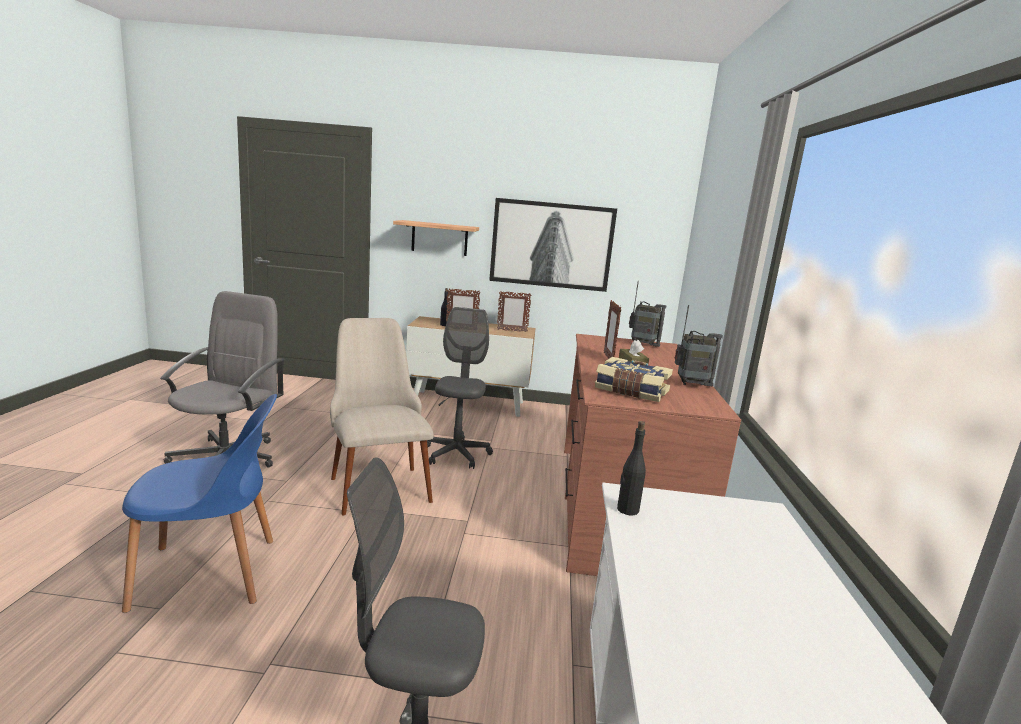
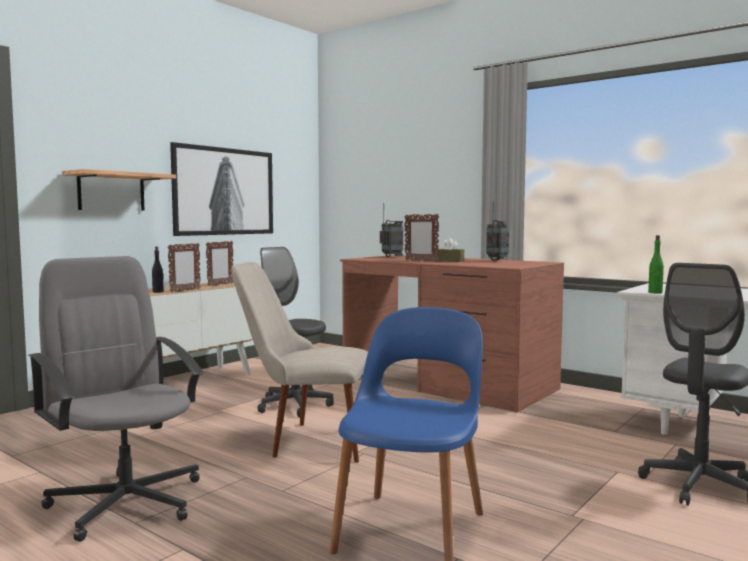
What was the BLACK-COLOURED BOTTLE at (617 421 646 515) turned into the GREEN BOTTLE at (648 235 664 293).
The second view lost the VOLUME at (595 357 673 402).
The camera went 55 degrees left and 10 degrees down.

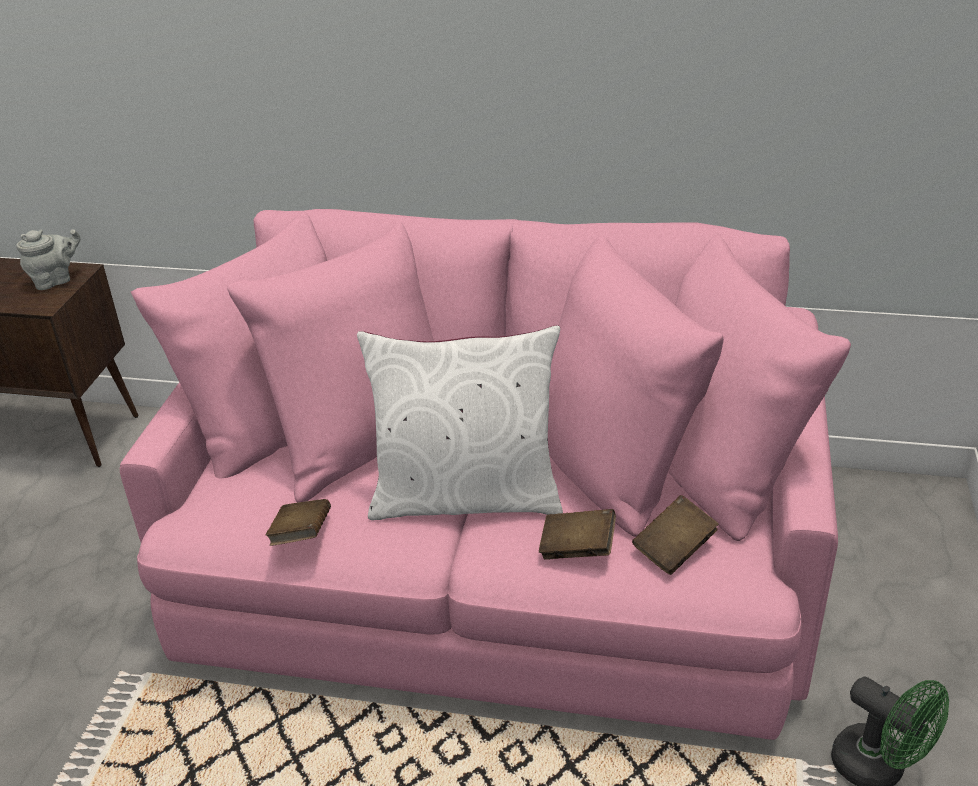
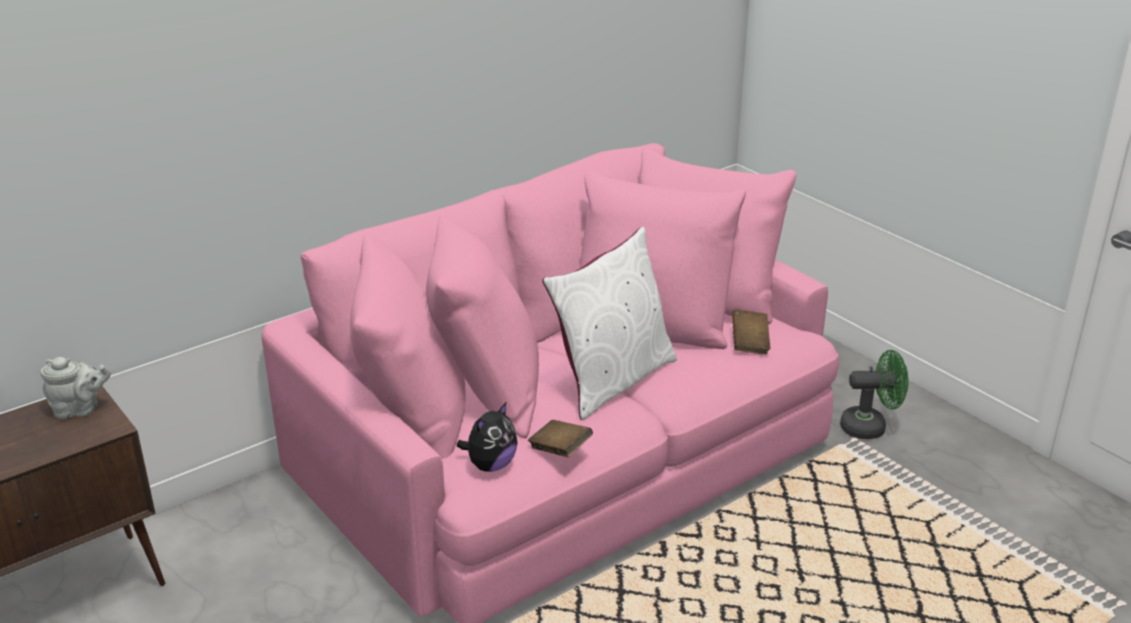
The GREY POT FOR TEA at (16 229 81 290) ended up facing another way, 75 degrees clockwise from before.
The second view gained the SOFT TOY at (457 403 518 472).
The second view lost the BROWN VOLUME at (539 509 616 560).
The camera went 50 degrees left and 5 degrees down.

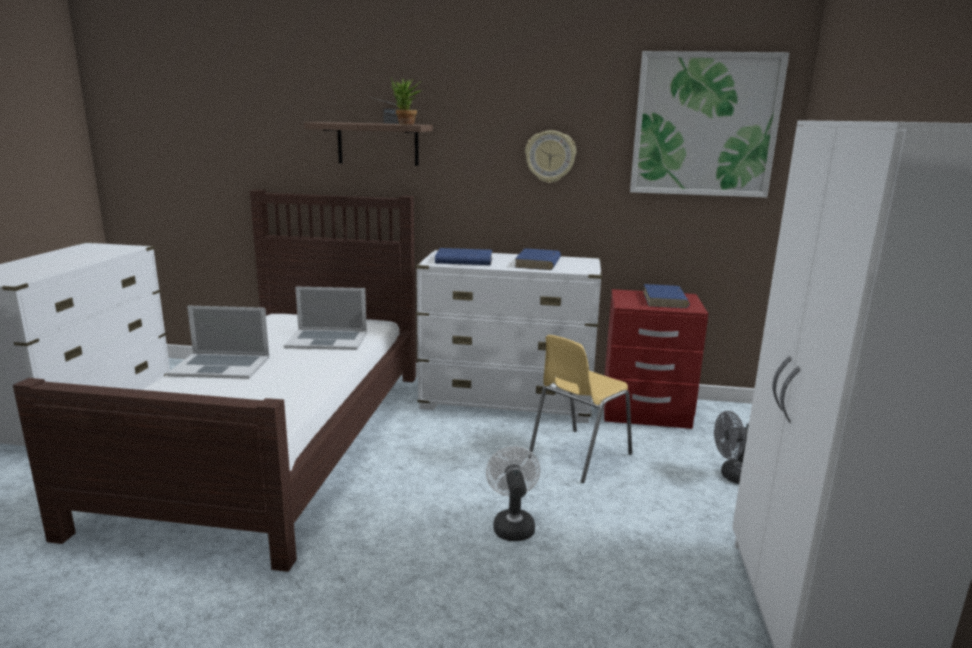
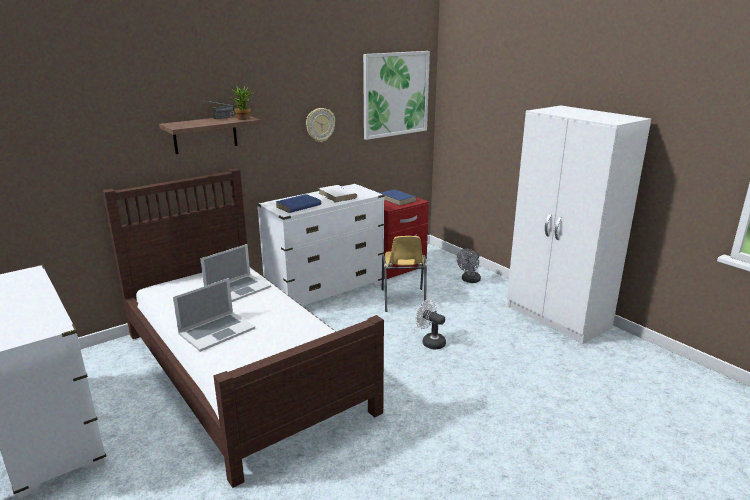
What was the BLUE VOLUME at (514 248 561 270) turned into the WHITE VOLUME at (319 185 357 203).
The camera went 45 degrees left and 5 degrees up.

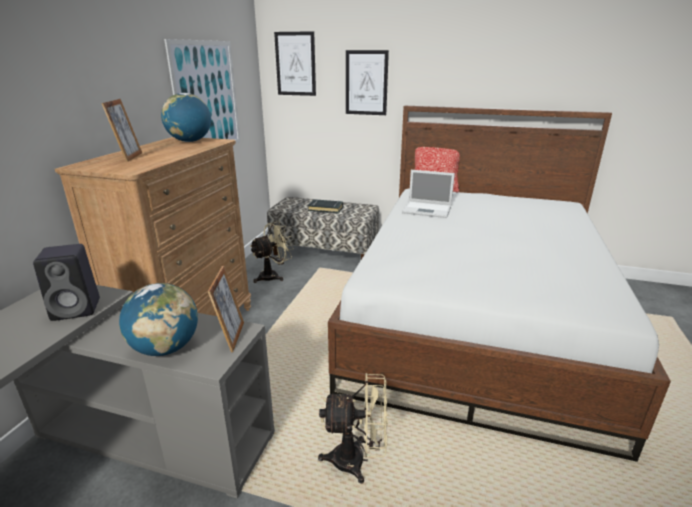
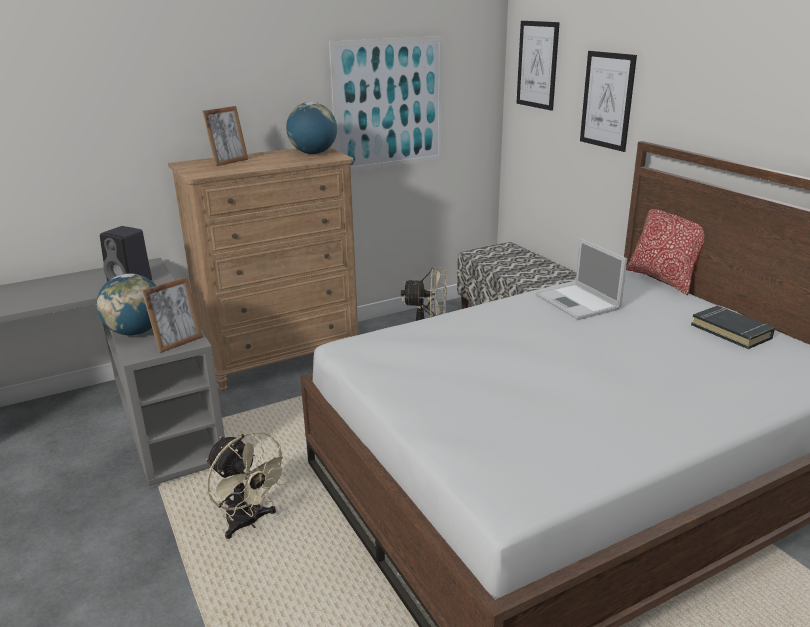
The BLACK-COLOURED VOLUME ended up elsewhere, having gone from (308 199 343 213) to (691 306 775 349).
The camera went 45 degrees right and 0 degrees up.

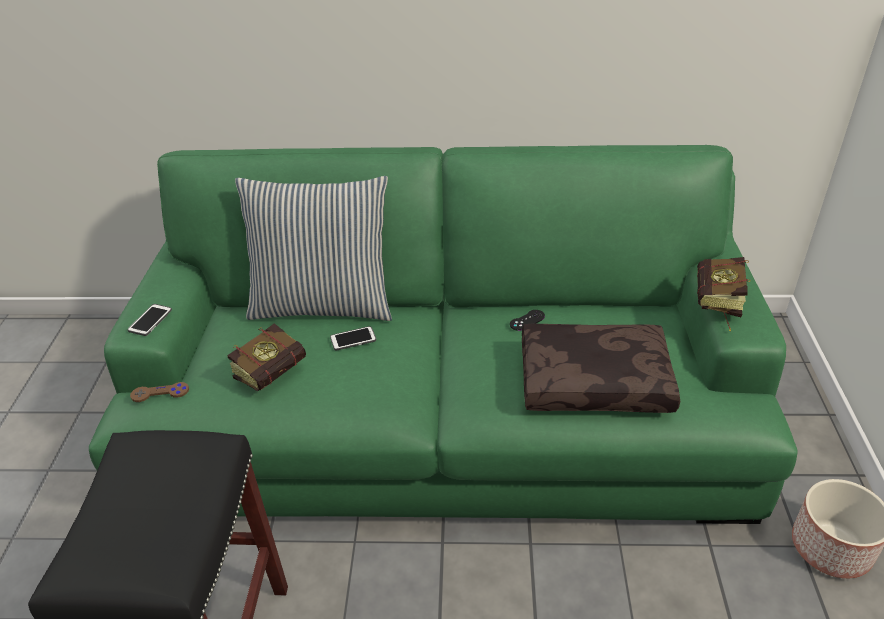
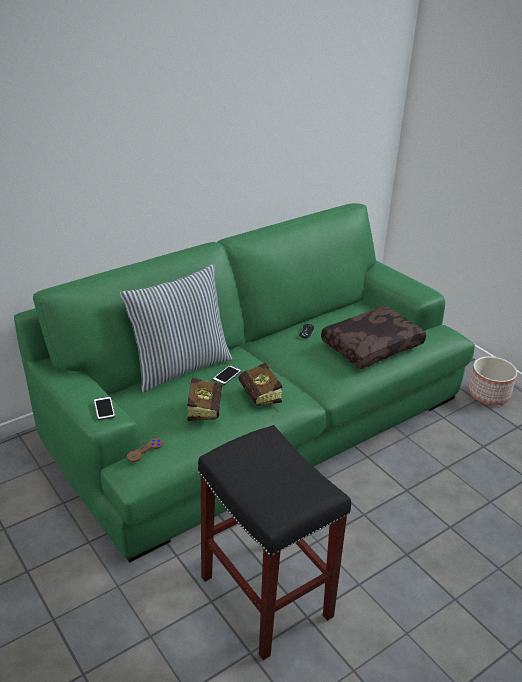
The VOLUME ended up elsewhere, having gone from (697 257 751 331) to (238 363 283 414).
The camera went 40 degrees left and 5 degrees down.

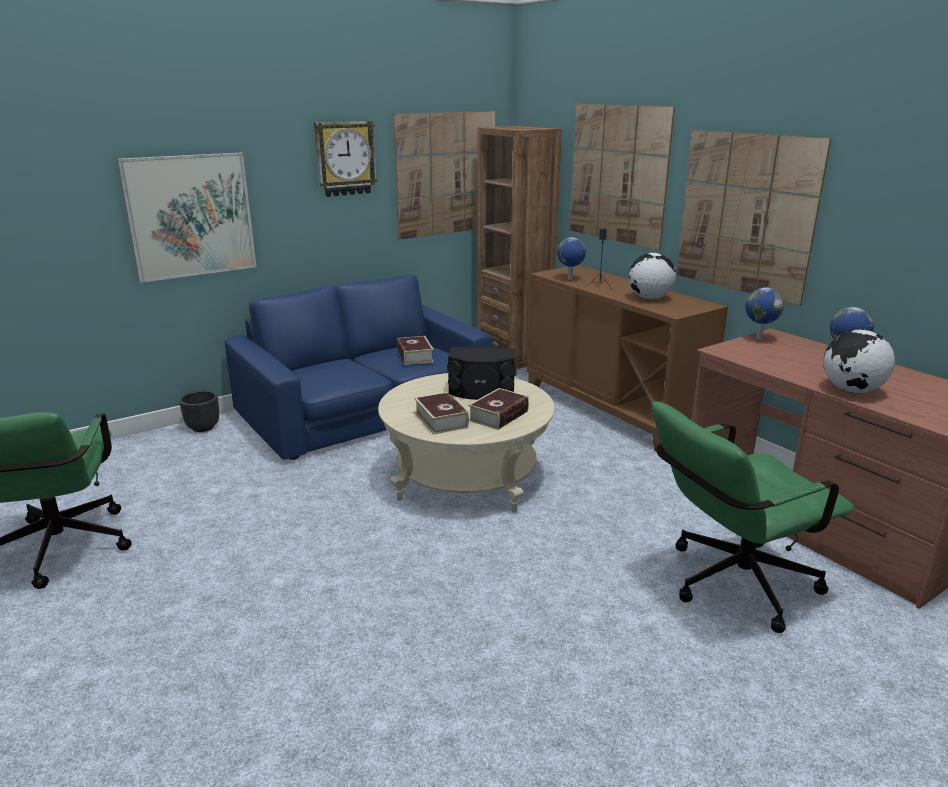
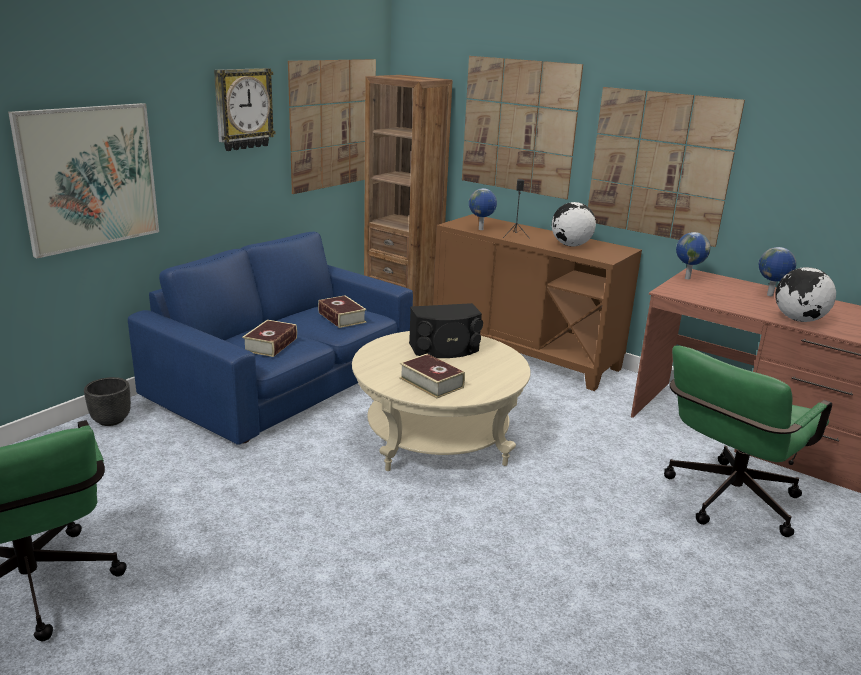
The VOLUME ended up elsewhere, having gone from (468 388 529 430) to (242 320 297 357).
The camera went 20 degrees left and 0 degrees up.

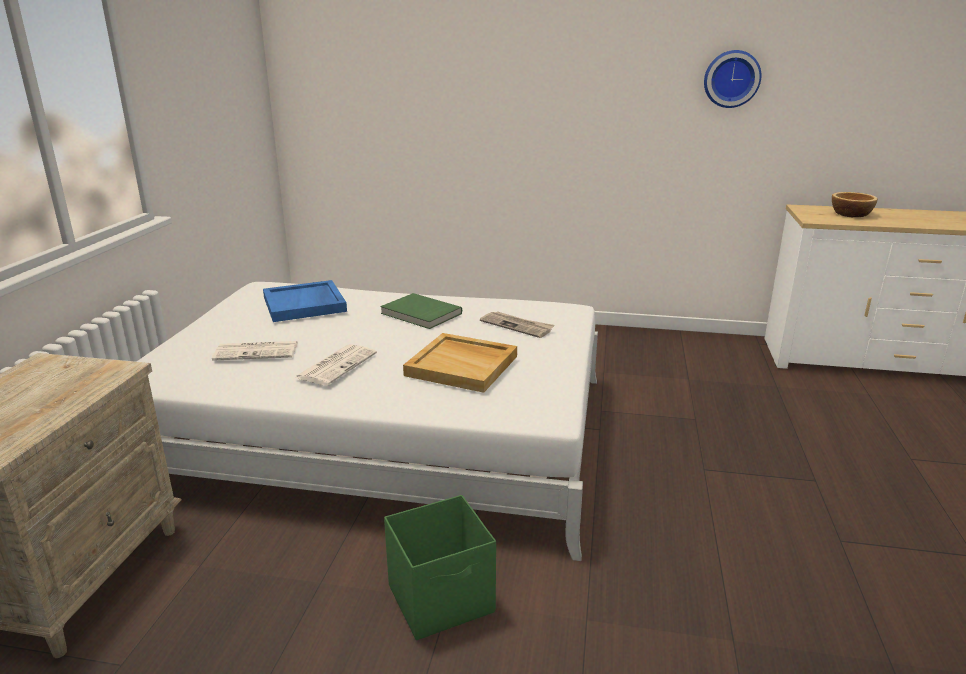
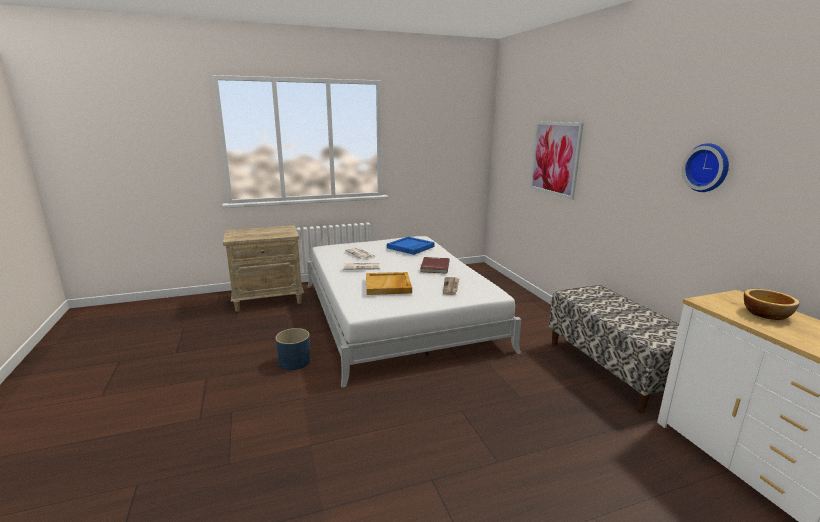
Where the GREEN STORAGE CONTAINER stood at (384 495 496 640), the BLUE PLANTER came to stand at (275 328 311 370).
What was the GREEN VOLUME at (380 293 462 329) turned into the REDDISH VOLUME at (420 257 450 274).
The second view gained the WALL PICTURE at (530 121 584 200).
The second view gained the LONG SEAT at (549 285 679 413).
The camera went 60 degrees right and 5 degrees down.

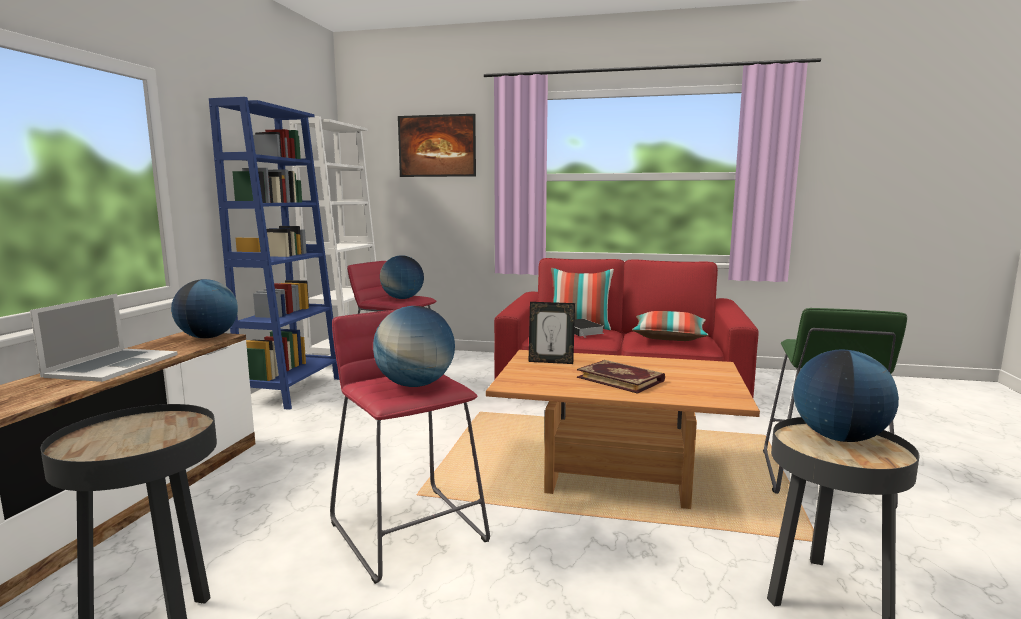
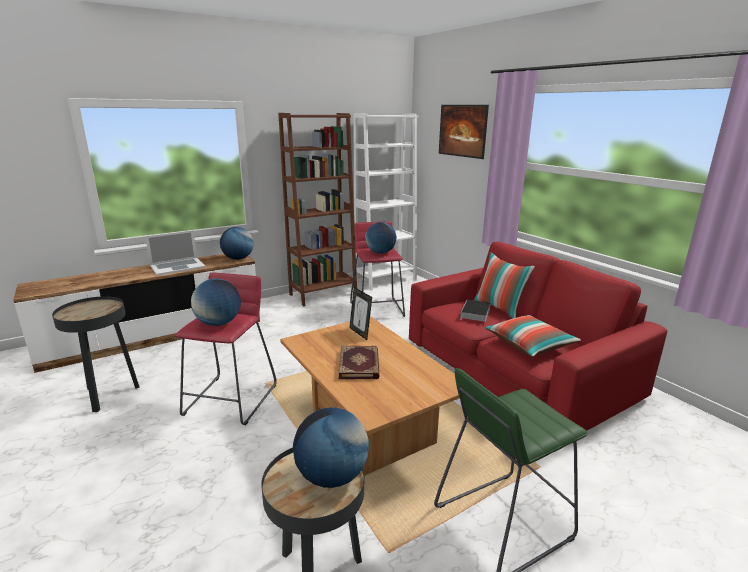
What was the BLUE BOOKSHELF at (209 97 339 410) turned into the BROWN BOOKSHELF at (278 113 357 307).
The camera went 45 degrees right and 10 degrees up.

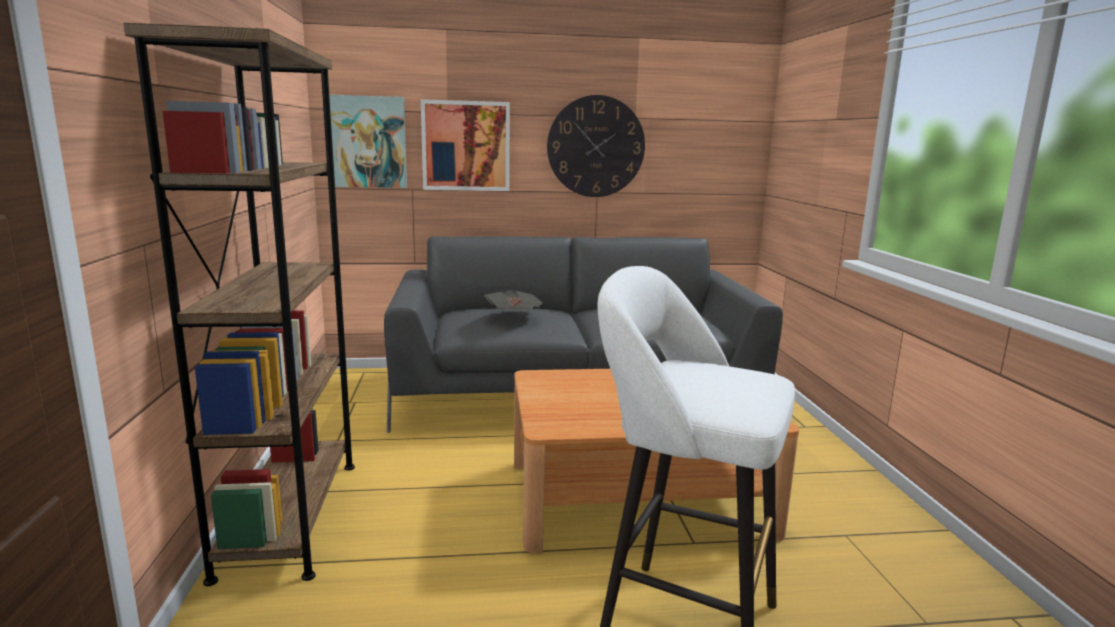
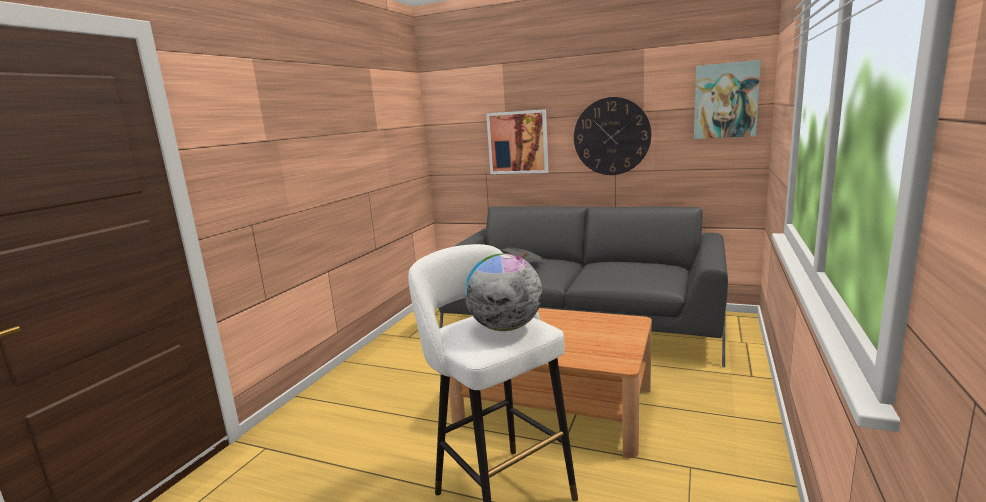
The second view gained the WORLD GLOBE at (465 253 542 331).
The WALL PICTURE ended up elsewhere, having gone from (329 95 407 188) to (694 60 761 139).
The second view lost the BROWN BOOKSHELF at (123 23 355 586).
The camera went 30 degrees right and 0 degrees up.

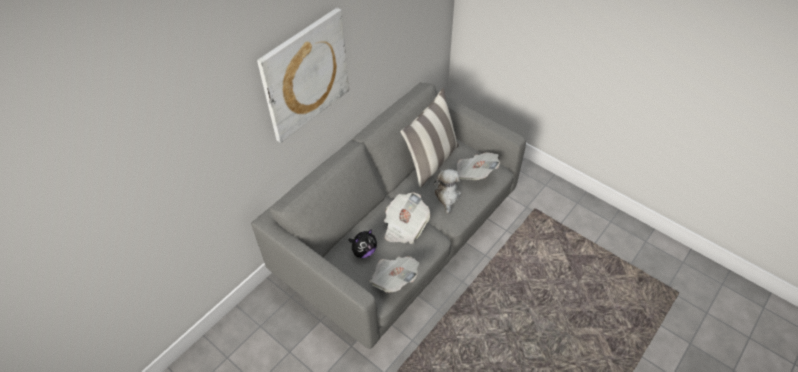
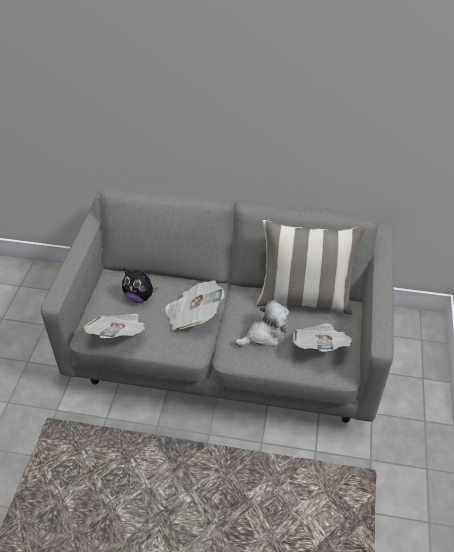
The second view lost the WALL PICTURE at (257 8 349 143).
The camera went 60 degrees right and 5 degrees down.

